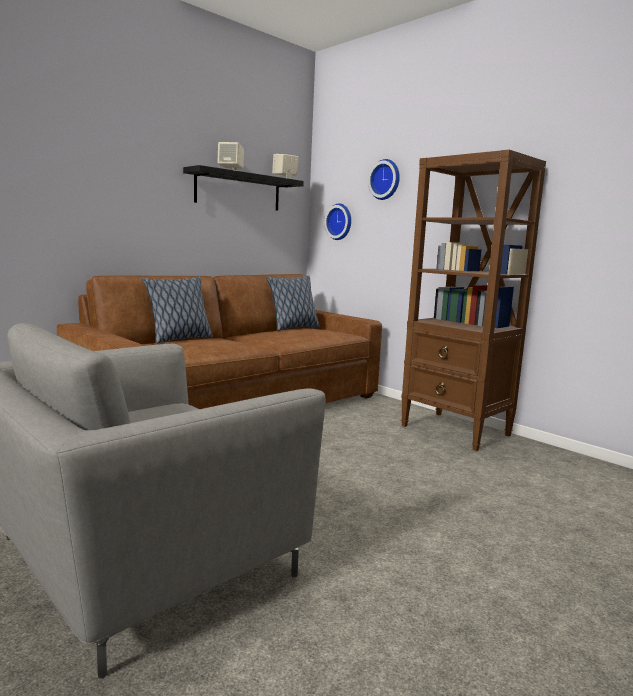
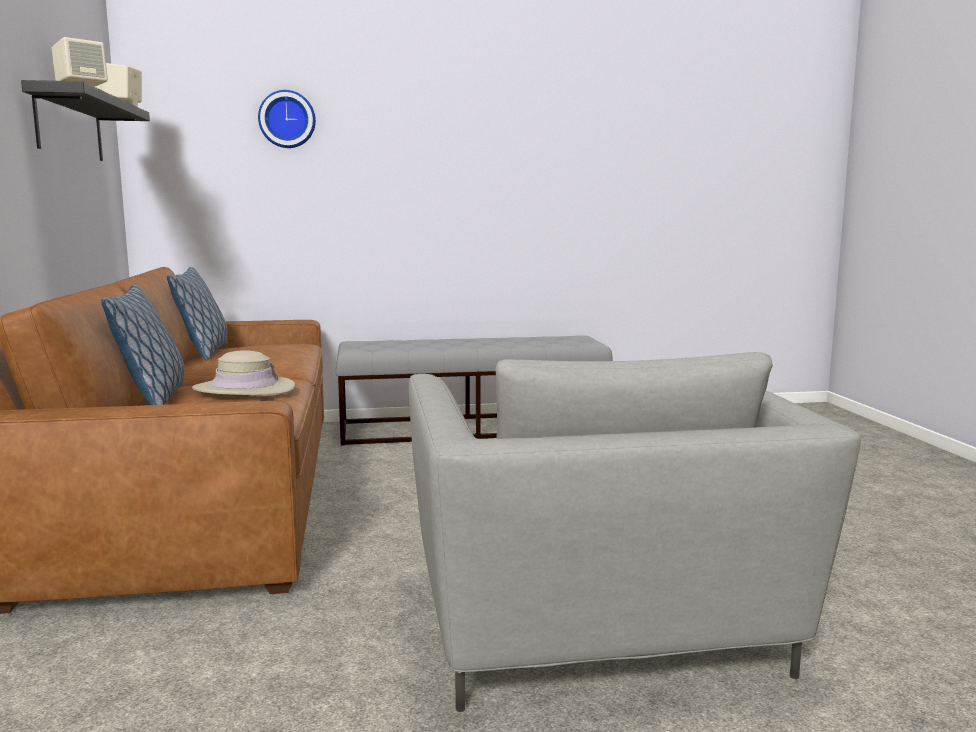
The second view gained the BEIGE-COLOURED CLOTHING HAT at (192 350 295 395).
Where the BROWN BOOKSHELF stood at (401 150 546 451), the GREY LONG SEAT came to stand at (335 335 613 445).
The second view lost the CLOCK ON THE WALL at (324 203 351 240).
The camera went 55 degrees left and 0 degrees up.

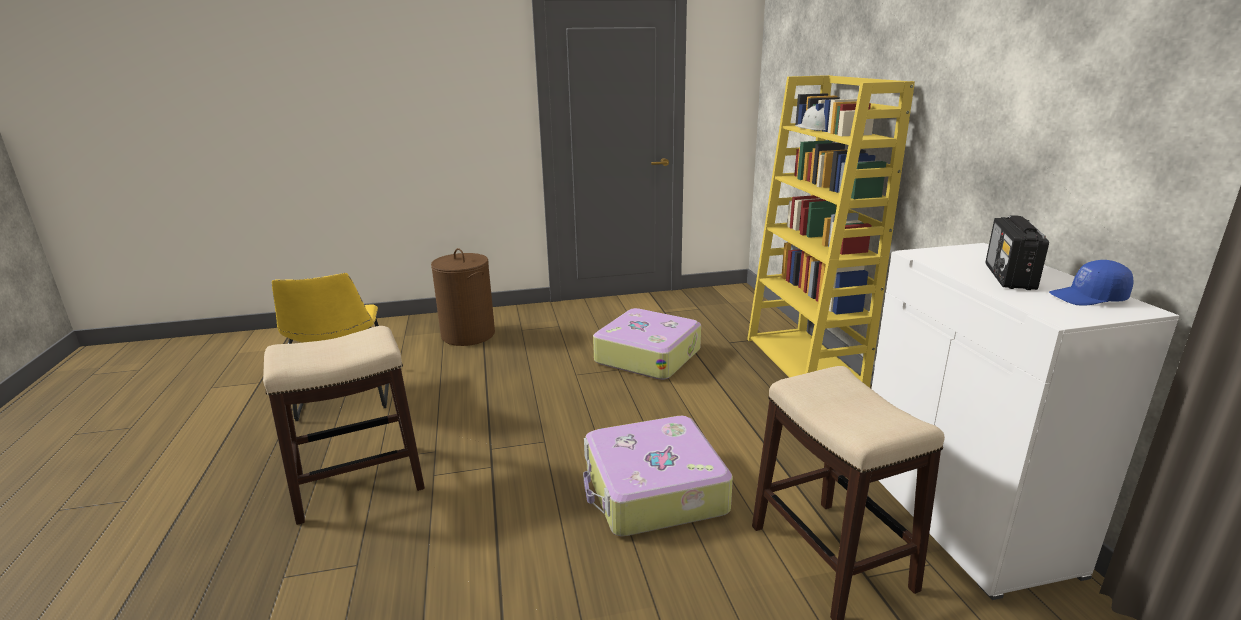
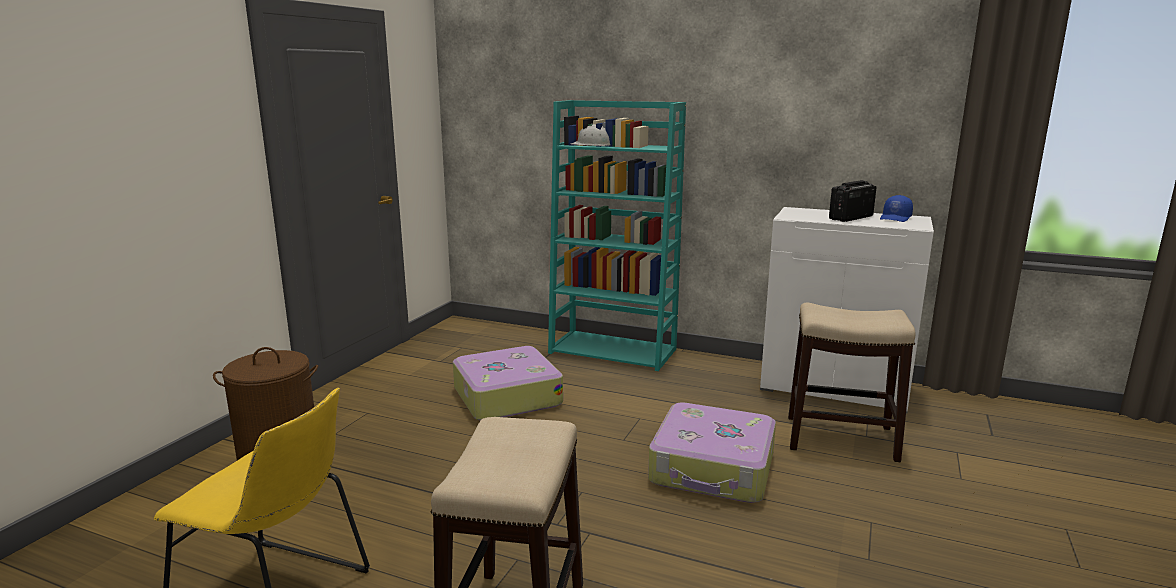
What was the YELLOWISH BOOKSHELF at (747 75 915 388) turned into the TURQUOISE-COLOURED BOOKSHELF at (548 100 686 371).
The RADIO SET at (986 215 1049 290) ended up facing another way, 90 degrees clockwise from before.
The camera went 55 degrees left and 5 degrees down.

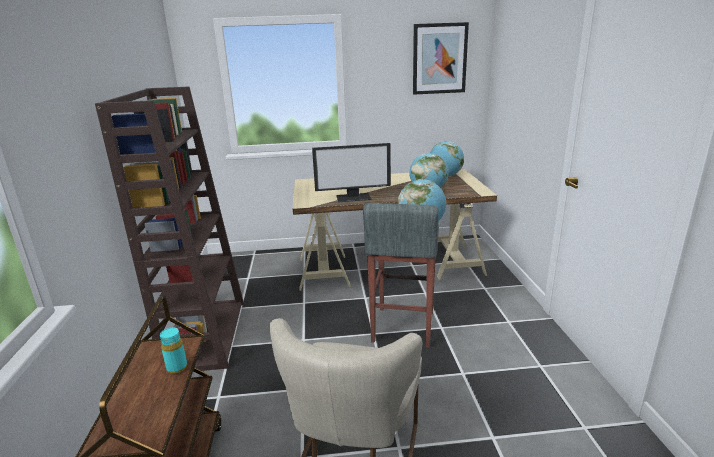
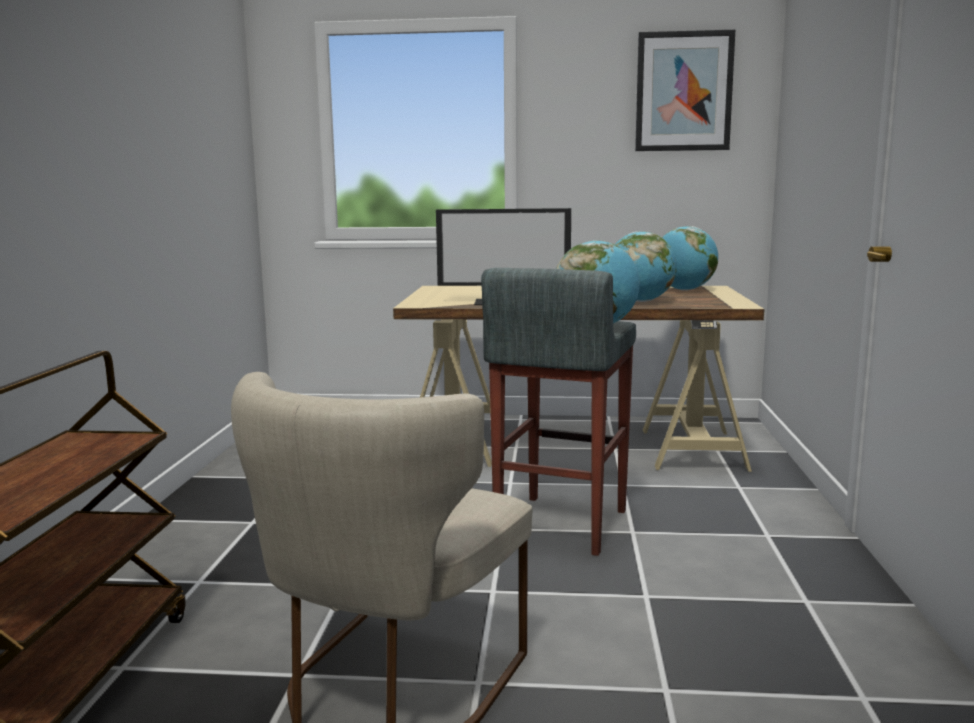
The second view lost the BROWN BOOKSHELF at (95 86 244 371).
The second view lost the TURQUOISE-COLOURED BOTTLE at (160 328 187 374).
The camera went 10 degrees right and 10 degrees down.

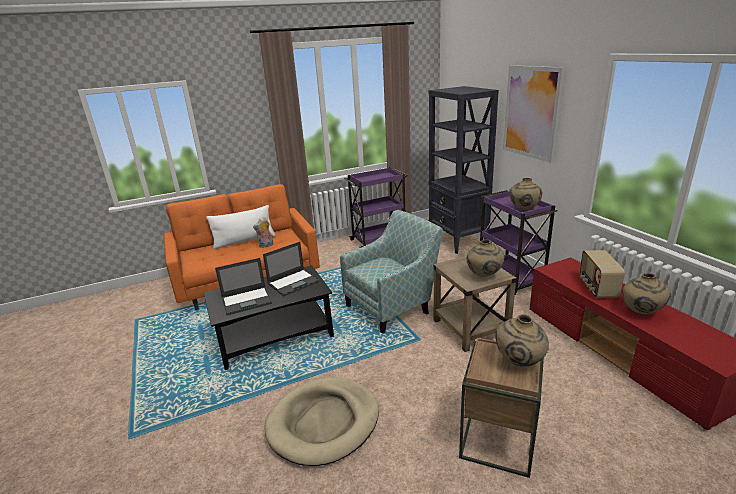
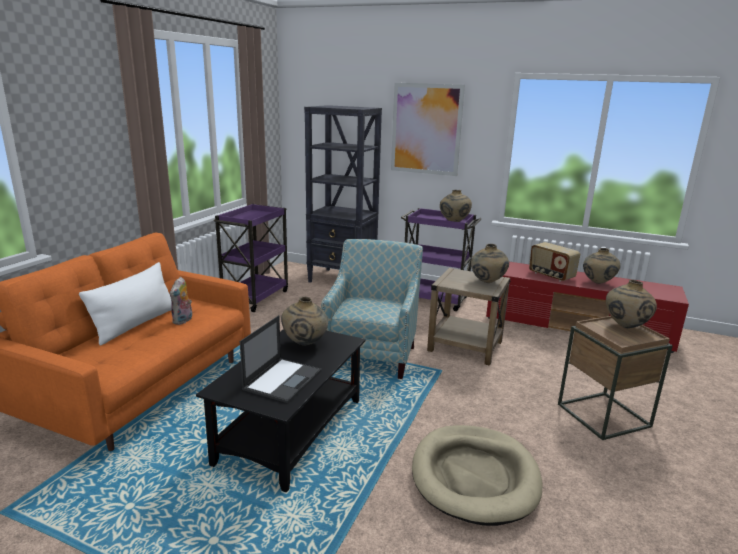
Where the NOTEBOOK COMPUTER stood at (263 242 320 296), the BEIGE-COLOURED VASE came to stand at (281 297 328 346).
The camera went 45 degrees left and 5 degrees down.

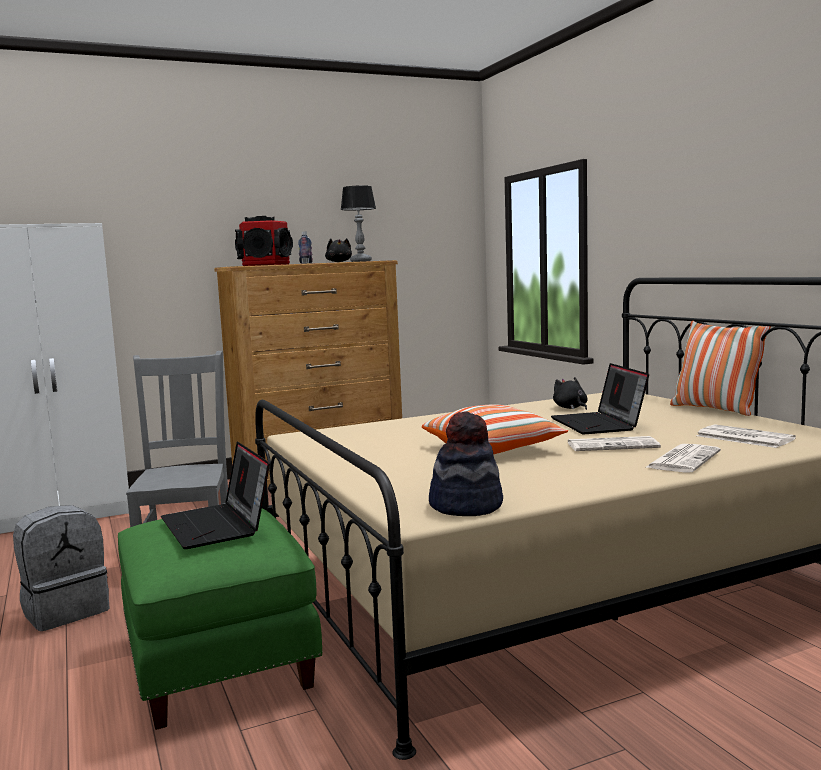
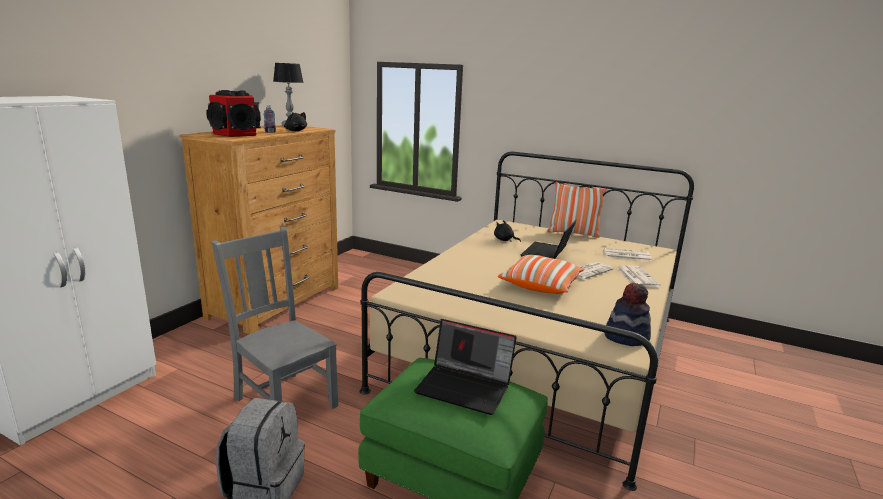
The NOTEBOOK COMPUTER at (551 363 649 434) ended up facing another way, 75 degrees clockwise from before.
The camera went 40 degrees left and 10 degrees up.

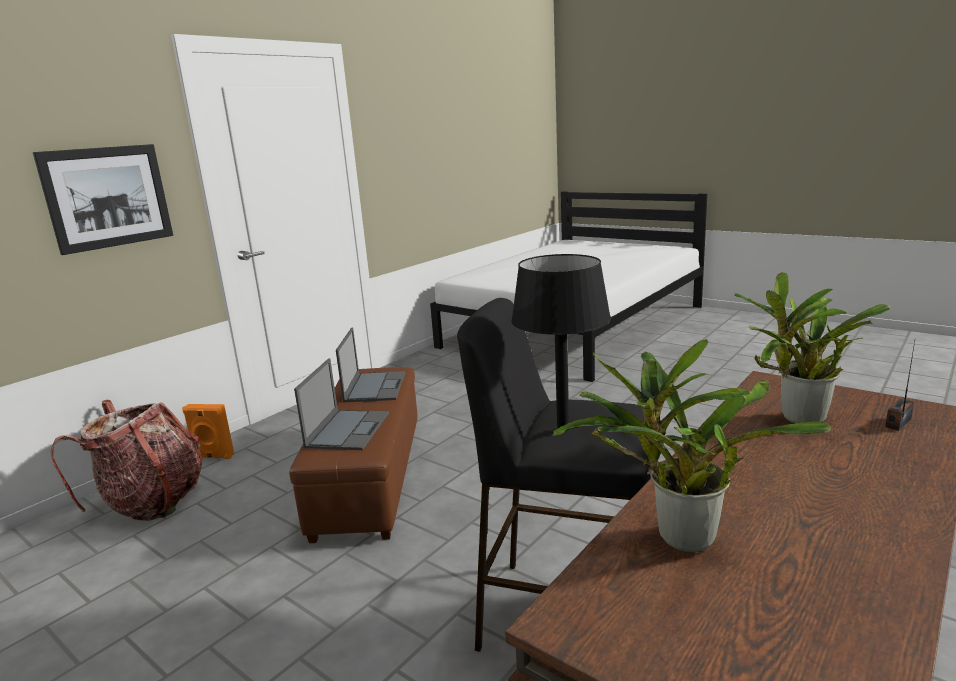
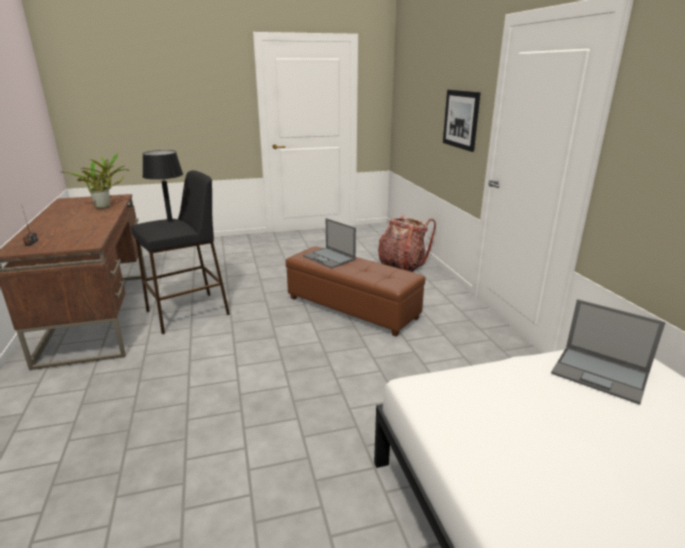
The NOTEBOOK COMPUTER ended up elsewhere, having gone from (336 327 406 402) to (551 299 665 405).
The second view lost the ORANGE-COLOURED AUDIO SPEAKER at (182 404 234 459).
The second view lost the PLANT IN A POT at (734 272 891 424).
The camera went 125 degrees right and 5 degrees up.

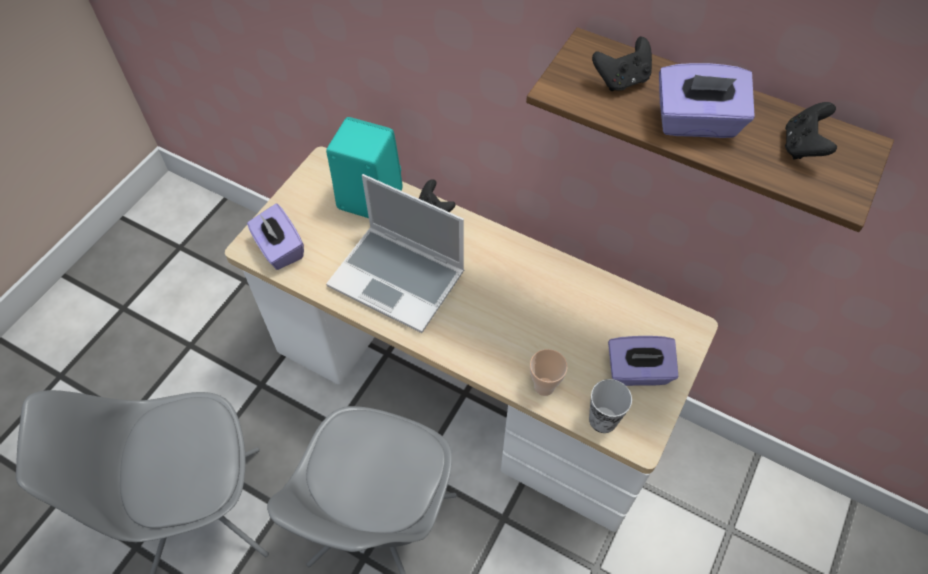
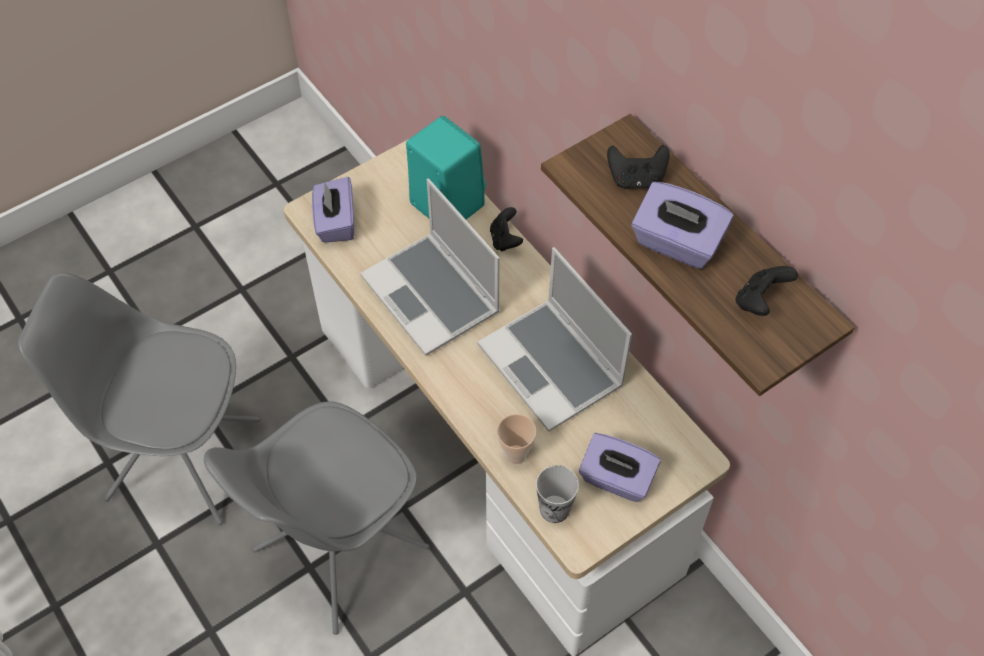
The second view gained the NOTEBOOK COMPUTER at (477 247 632 432).
The camera went 25 degrees right and 0 degrees up.

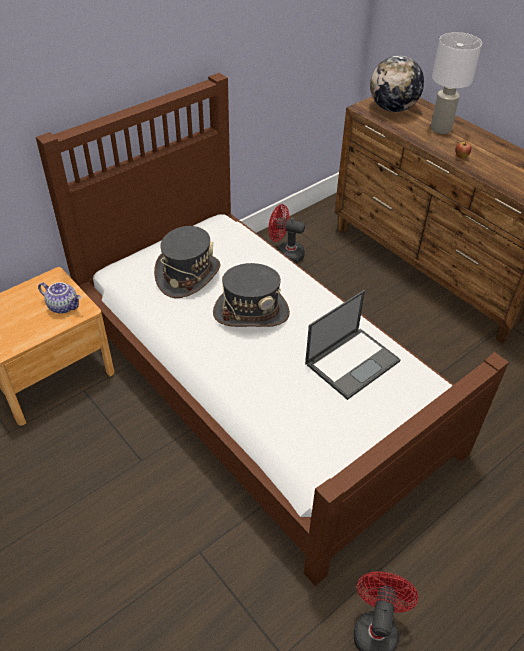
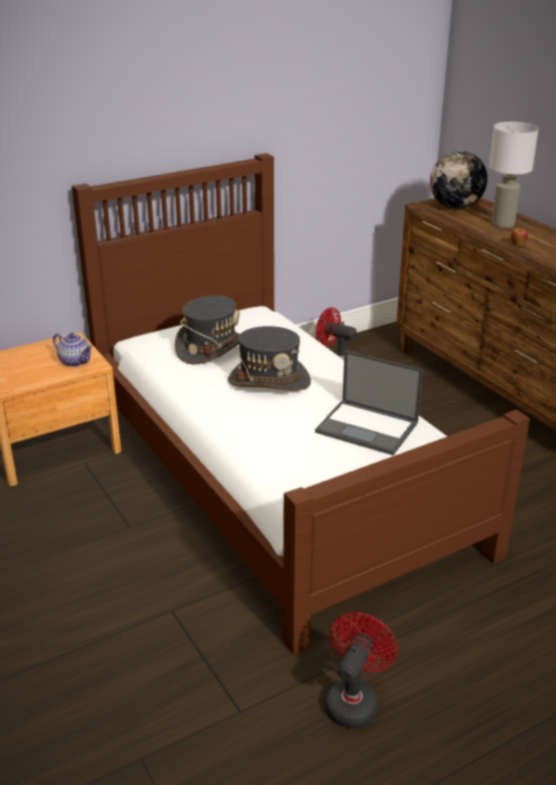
The NOTEBOOK COMPUTER at (305 290 401 400) ended up facing another way, 60 degrees clockwise from before.
The camera went 10 degrees right and 15 degrees down.

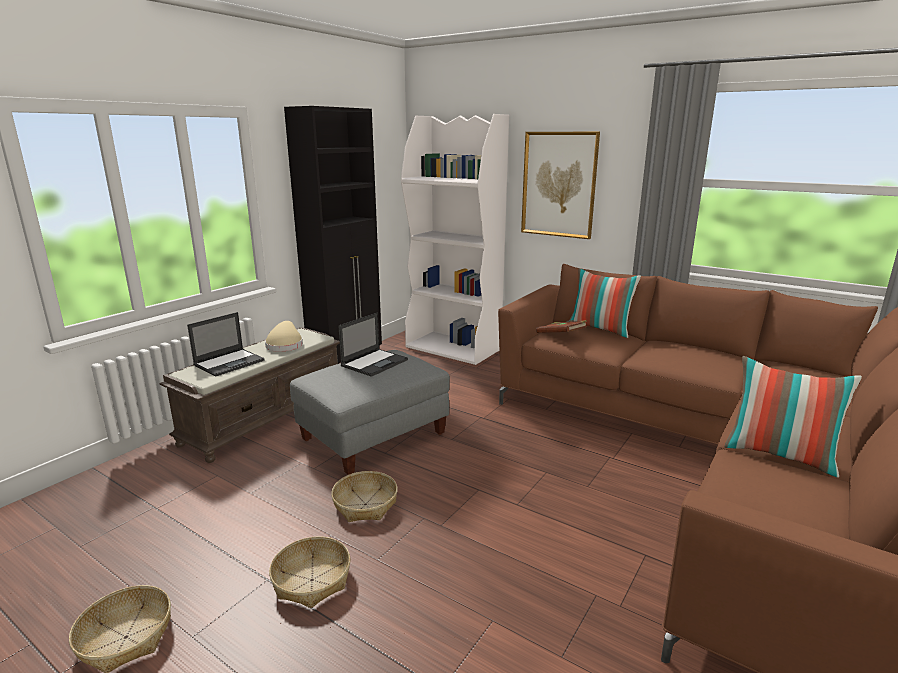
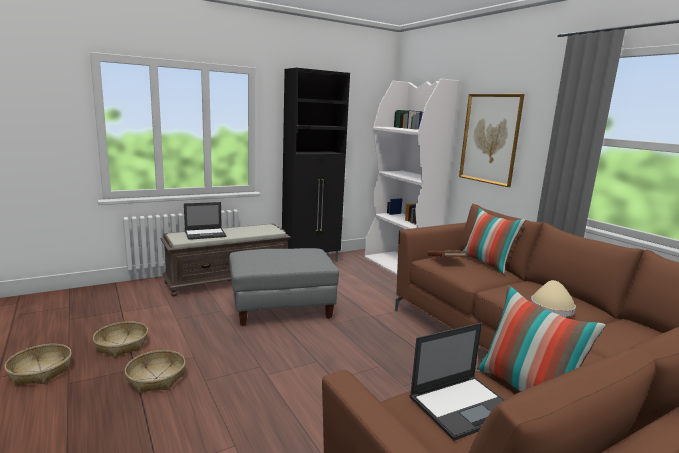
The HOUSEHOLD BASKET ended up elsewhere, having gone from (331 471 398 522) to (93 321 148 357).
The NOTEBOOK COMPUTER ended up elsewhere, having gone from (338 312 408 377) to (410 323 504 441).
The BEIGE-COLOURED CLOTHING HAT ended up elsewhere, having gone from (265 321 303 352) to (531 280 576 317).
The camera went 25 degrees right and 5 degrees down.

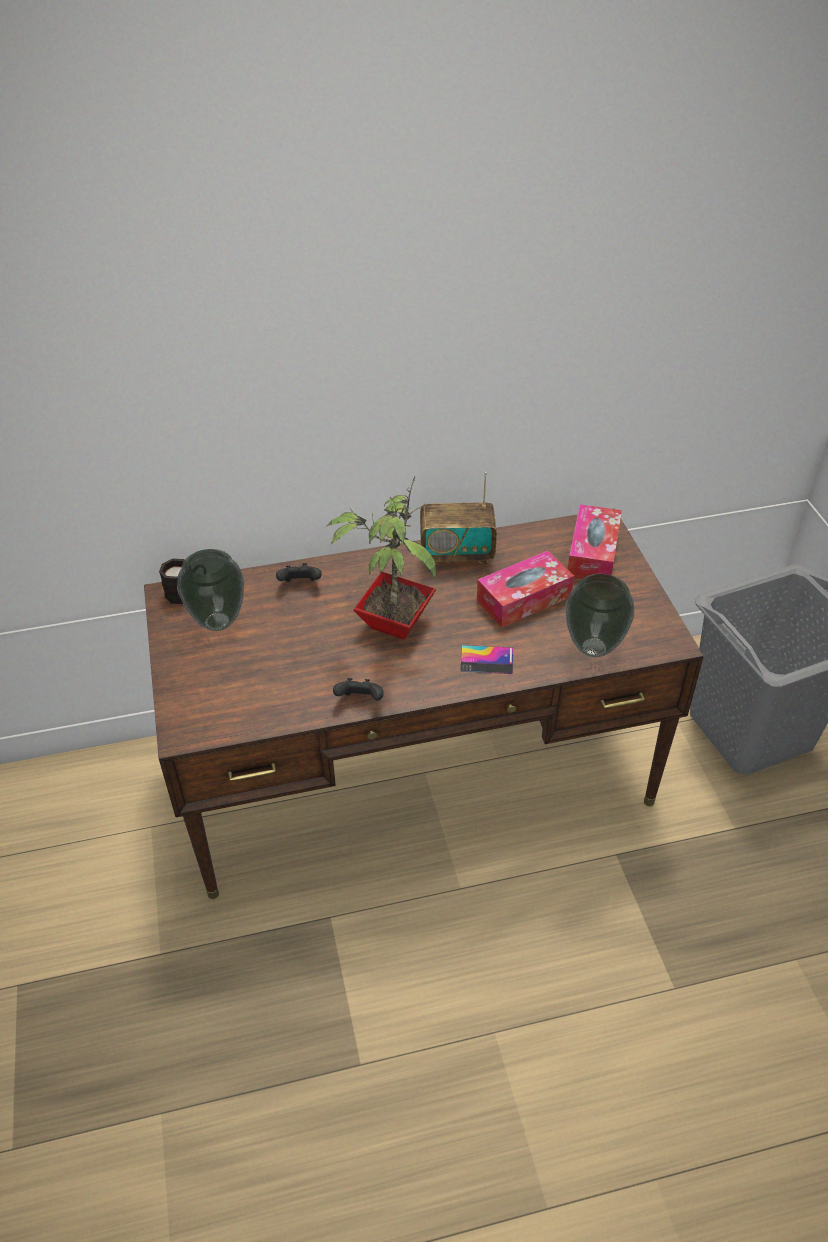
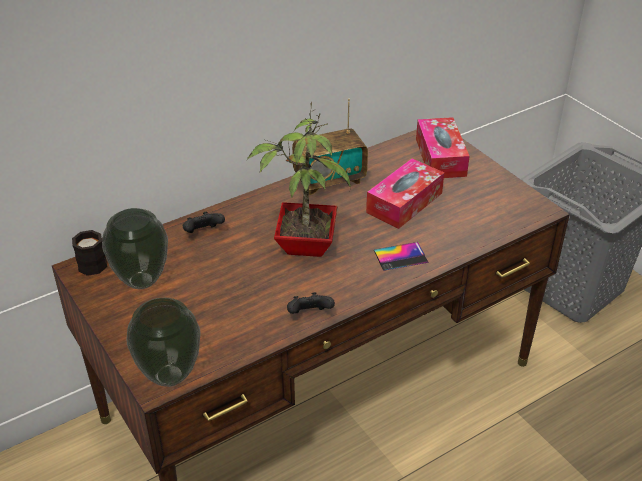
The VASE ended up elsewhere, having gone from (566 574 635 657) to (126 298 201 387).
The camera went 20 degrees left and 5 degrees down.

